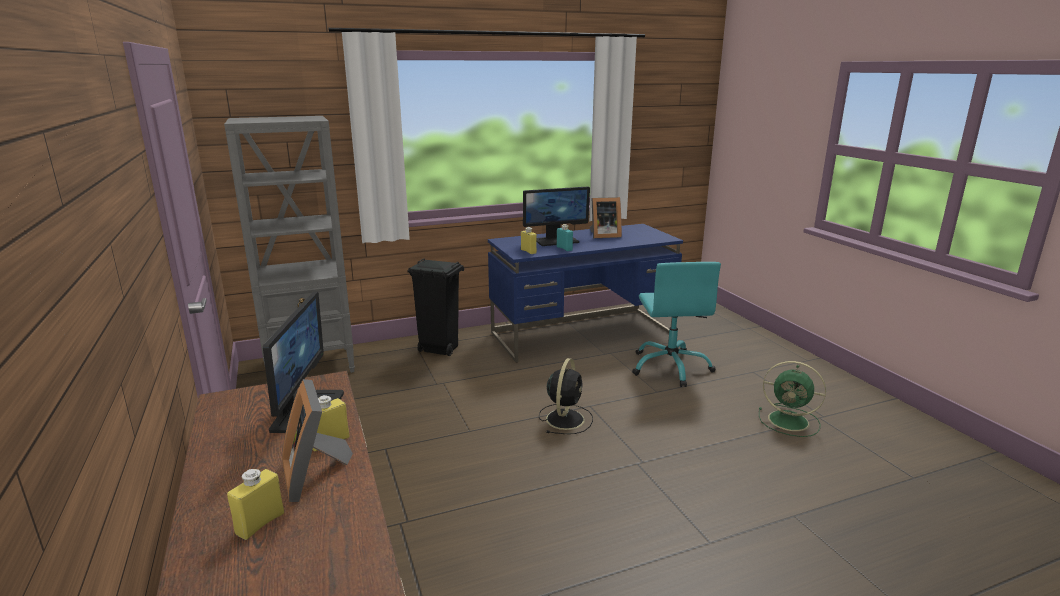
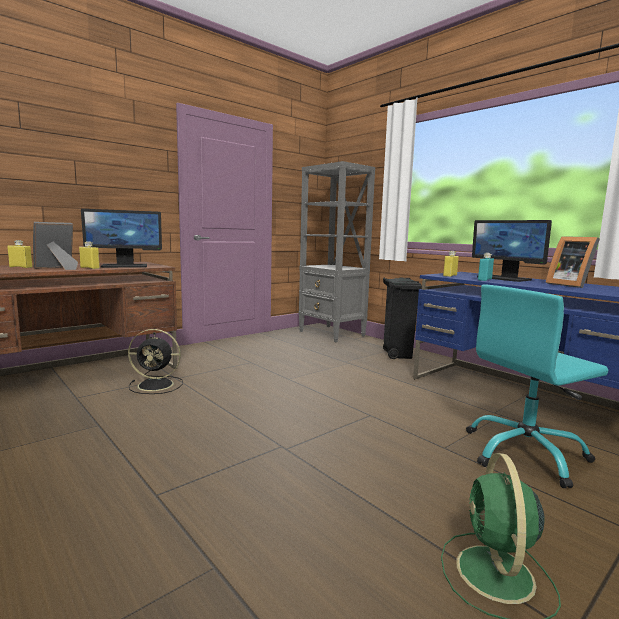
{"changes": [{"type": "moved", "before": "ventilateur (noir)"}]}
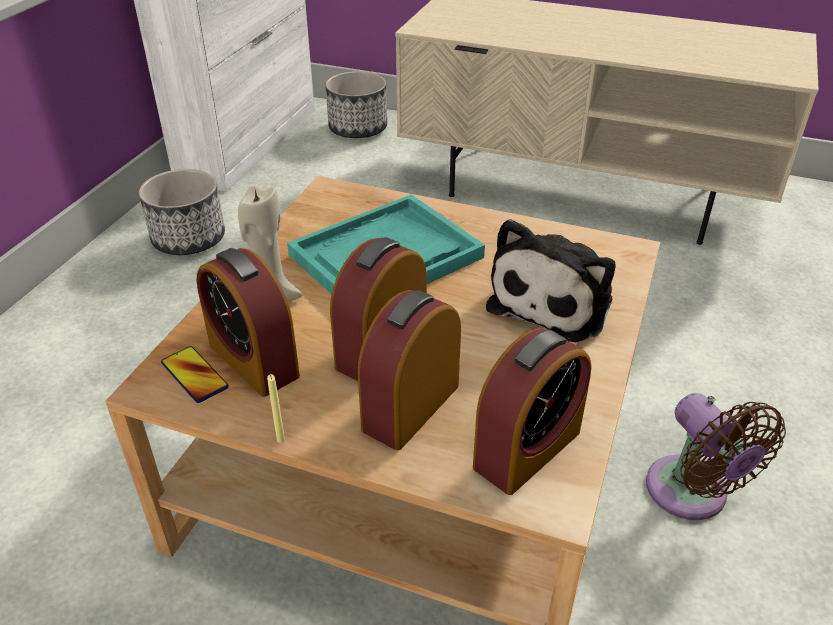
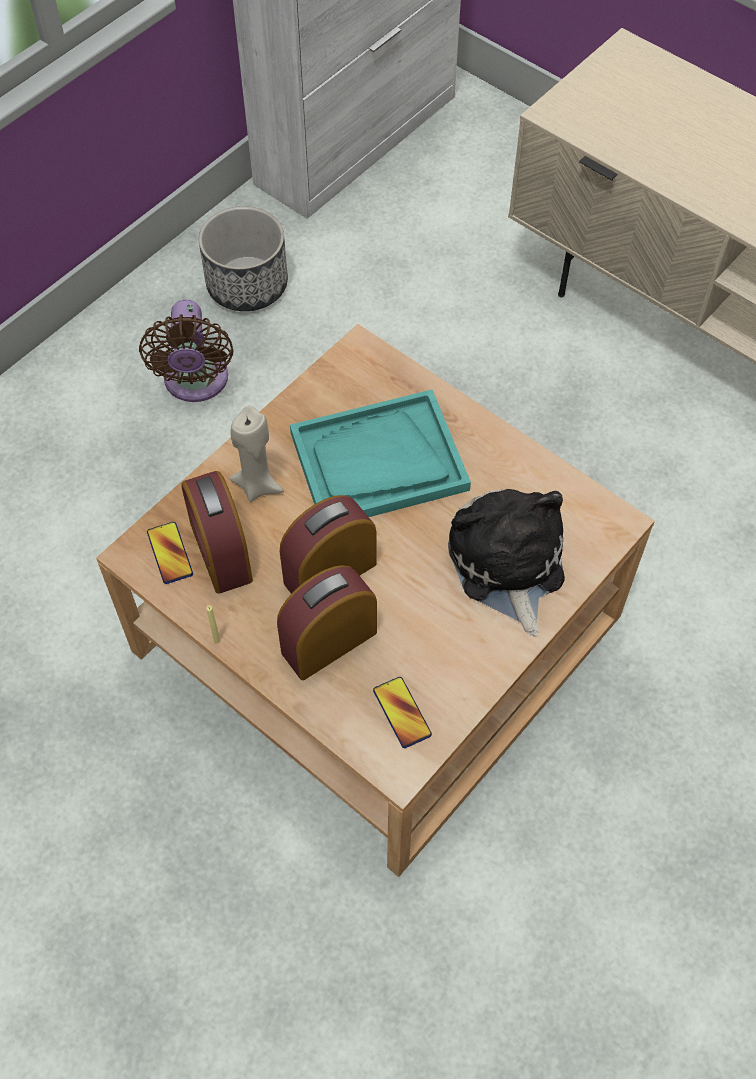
{"changes": [{"type": "removed", "before": "cache-pot (2nd from left)"}, {"type": "replaced", "before": "réveil (4th from left)", "after": "téléphone (2nd from left)"}, {"type": "turned", "before": "peluche", "turn": 120}, {"type": "moved", "before": "ventilateur (marron)"}]}
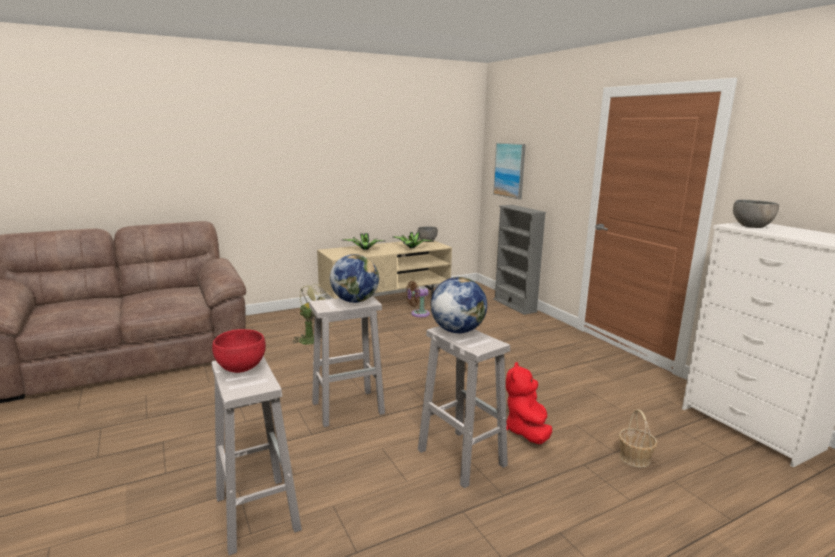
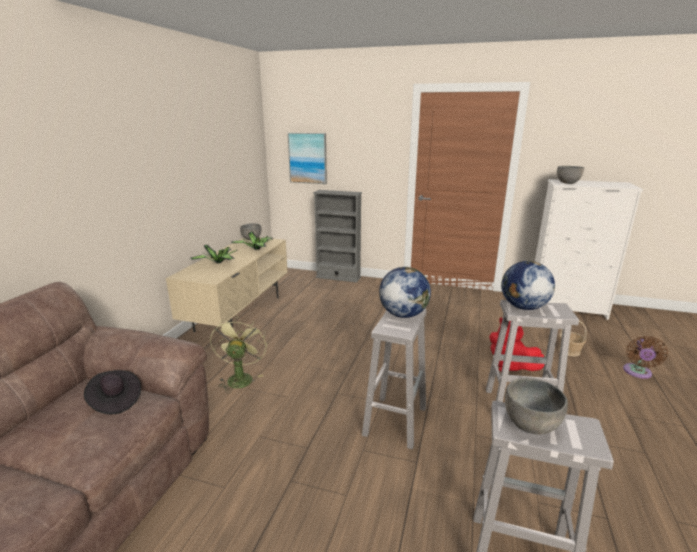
{"changes": [{"type": "recoloured", "before": "bol (rouge)", "after": "bol (gris) (2nd from left)"}, {"type": "moved", "before": "ventilateur (marron)"}, {"type": "added", "after": "chapeau (noir)"}]}
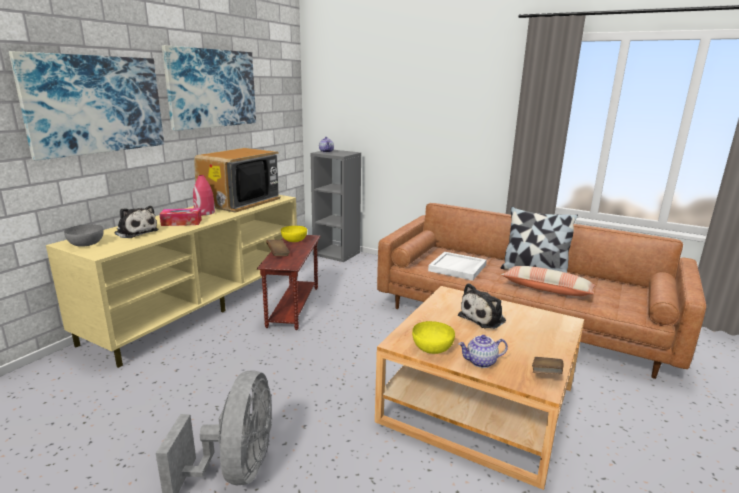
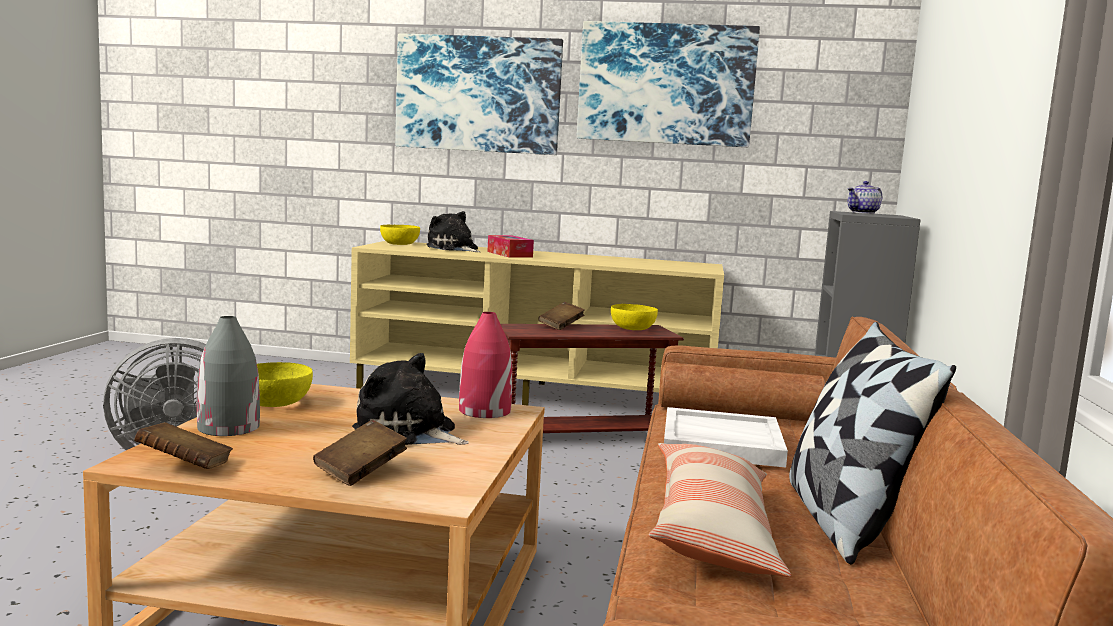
{"changes": [{"type": "recoloured", "before": "bol (gris)", "after": "bol (jaune) (2nd from left)"}, {"type": "turned", "before": "peluche (1st from left in the first image)", "turn": 120}, {"type": "moved", "before": "vase (rouge)"}, {"type": "removed", "before": "téléviseur"}, {"type": "replaced", "before": "théière (2nd from left)", "after": "vase (gris)"}, {"type": "added", "after": "livre (marron) (2nd from left)"}]}
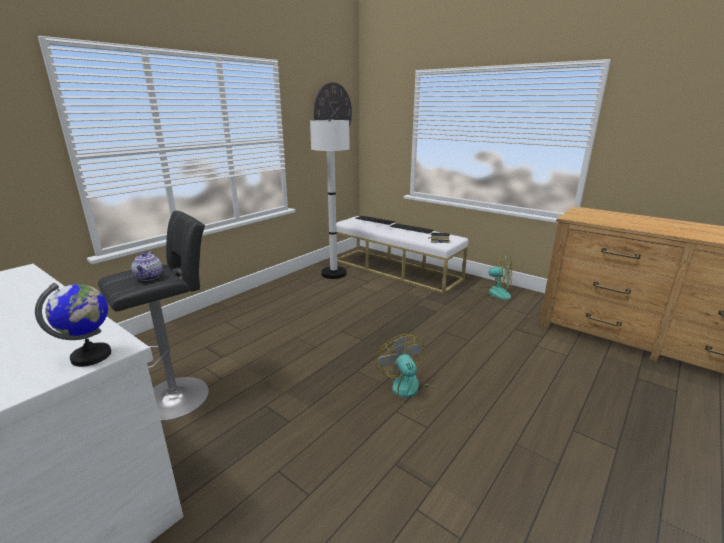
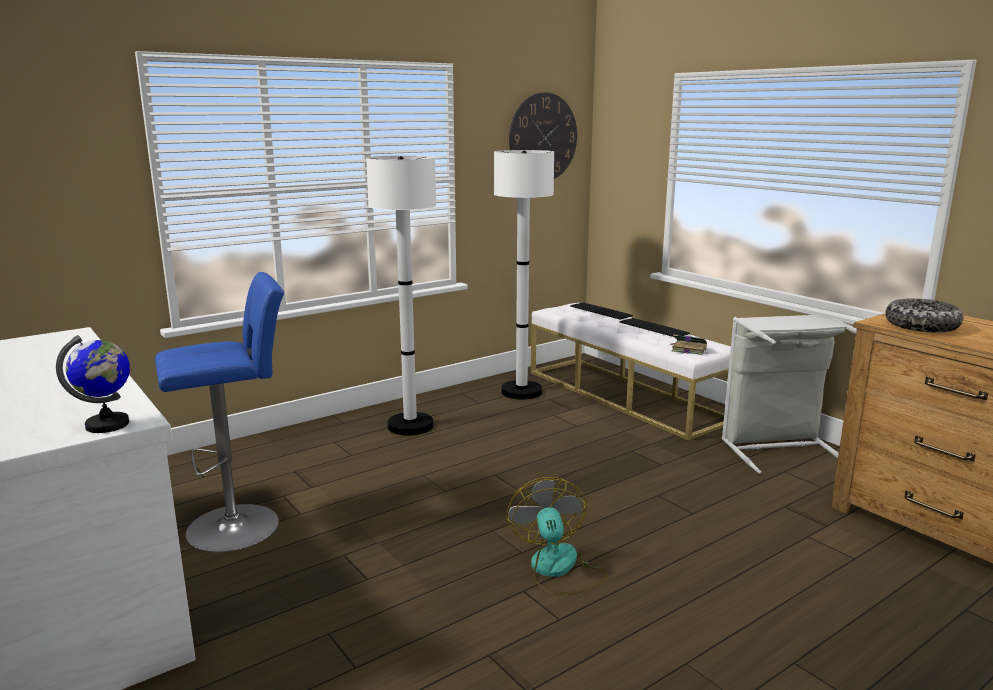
{"changes": [{"type": "recoloured", "before": "tabouret (noir)", "after": "tabouret (bleu)"}, {"type": "removed", "before": "théière"}, {"type": "replaced", "before": "ventilateur (2nd from left)", "after": "panier à linge (gris)"}, {"type": "added", "after": "lampadaire (blanc) (1st from left)"}, {"type": "added", "after": "bol"}]}
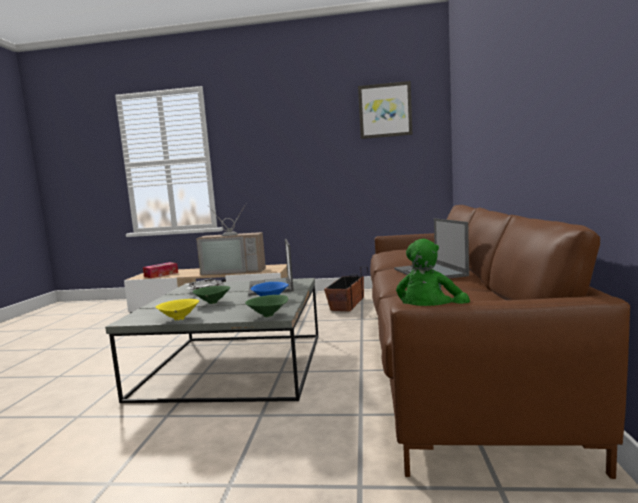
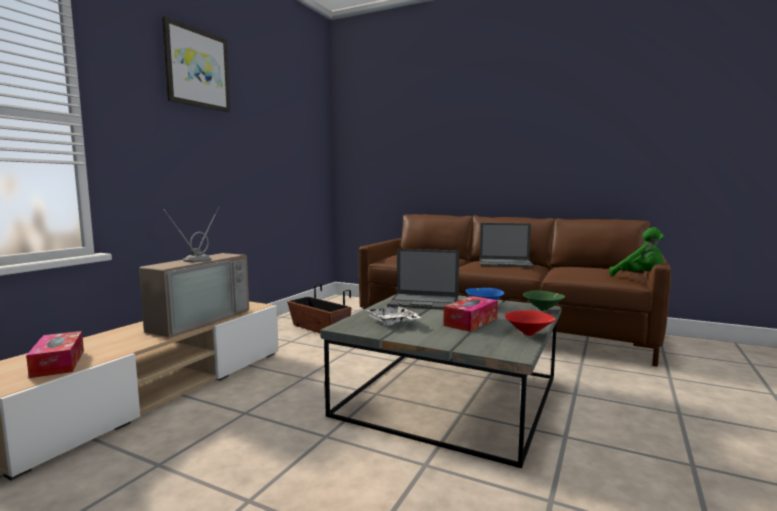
{"changes": [{"type": "recoloured", "before": "bol (jaune)", "after": "bol (rouge)"}, {"type": "replaced", "before": "bol (vert) (1st from left)", "after": "boîte à mouchoirs (2nd from left)"}, {"type": "moved", "before": "tableau"}]}
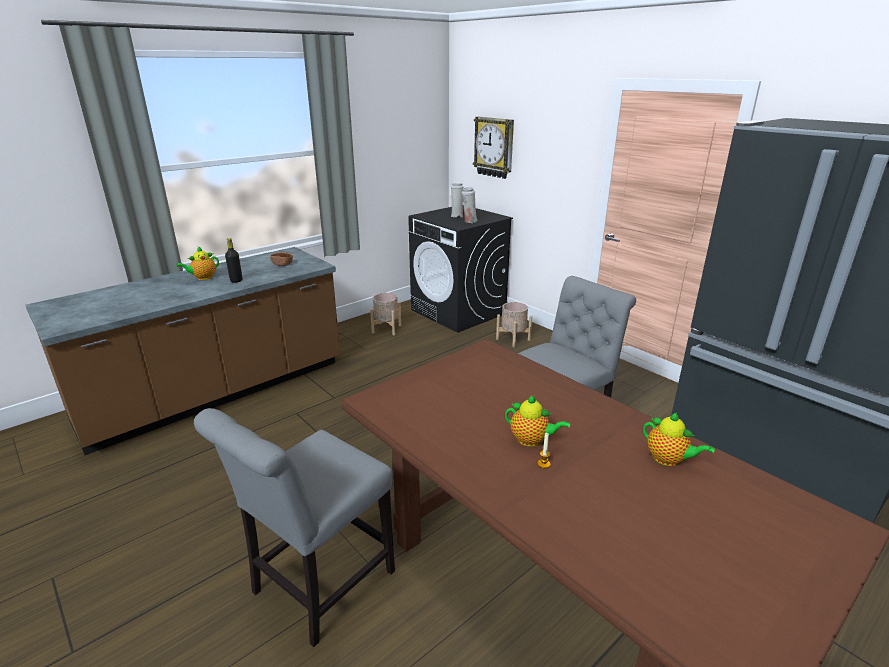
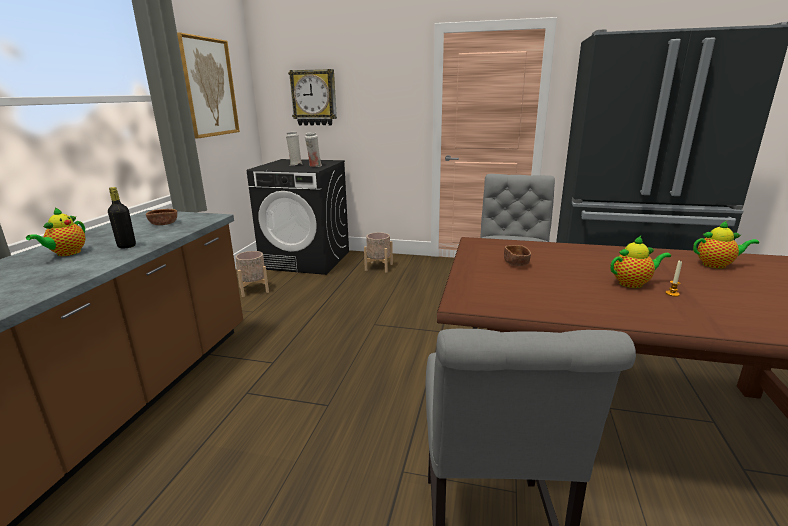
{"changes": [{"type": "added", "after": "tableau"}, {"type": "added", "after": "bol (marron) (2nd from left)"}]}
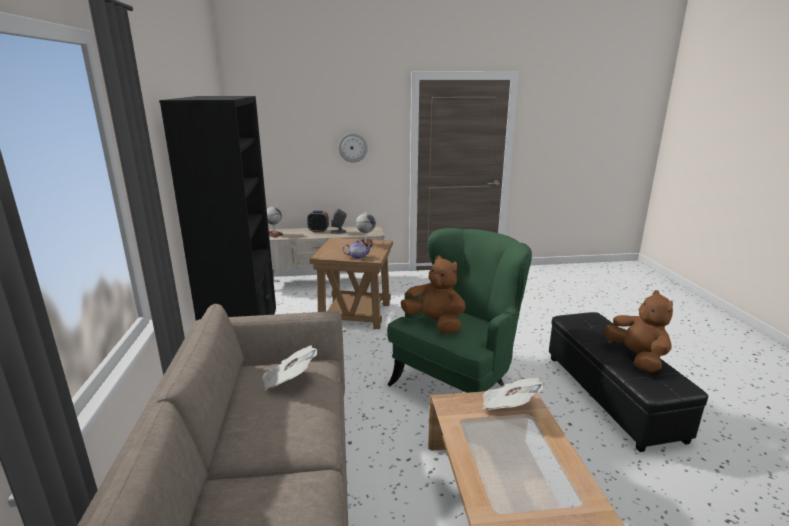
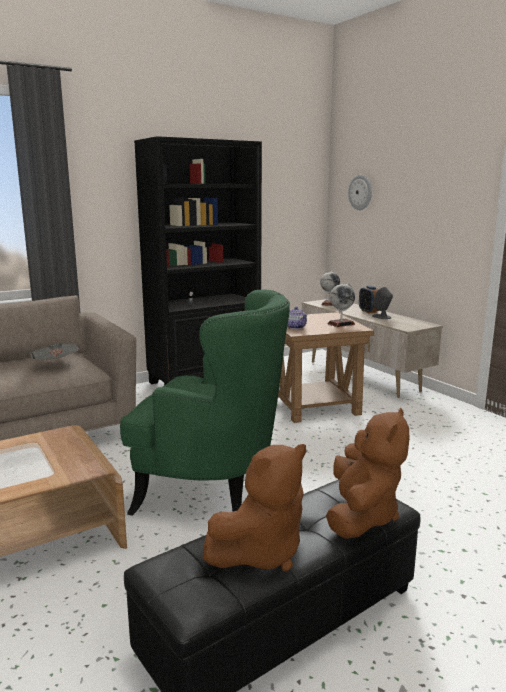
{"changes": [{"type": "moved", "before": "horloge murale"}, {"type": "moved", "before": "peluche (marron) (1st from left in the first image)", "after": "peluche (marron) (2nd from left)"}, {"type": "removed", "before": "journal (2nd from left)"}]}
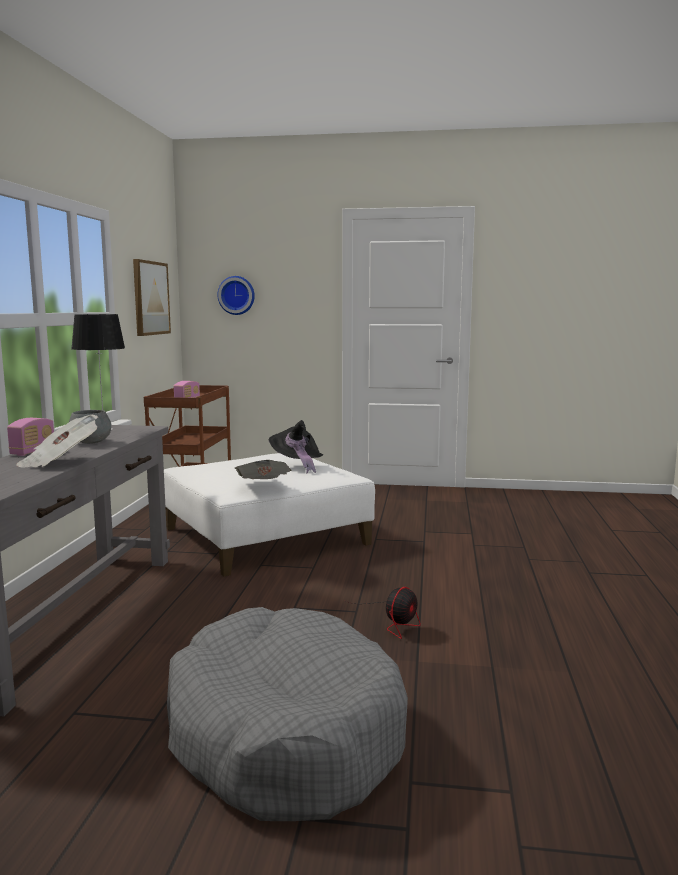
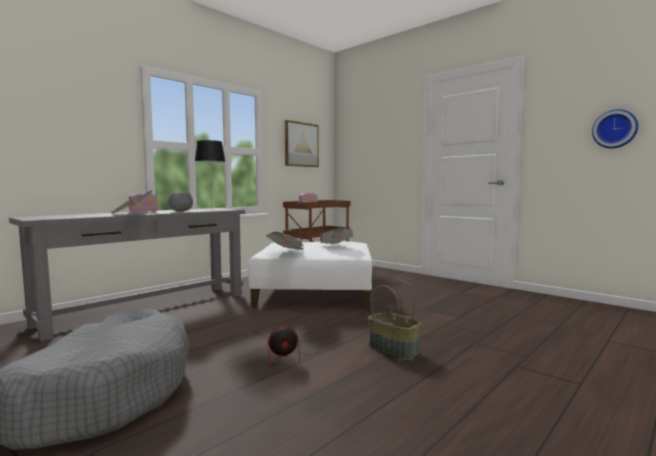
{"changes": [{"type": "moved", "before": "horloge murale"}, {"type": "replaced", "before": "chapeau (noir)", "after": "journal (3rd from left)"}, {"type": "added", "after": "panier"}]}
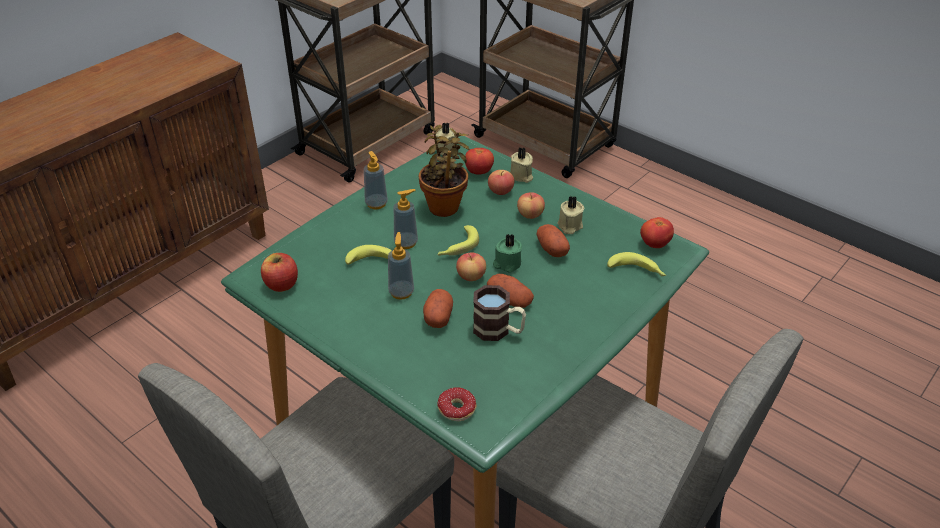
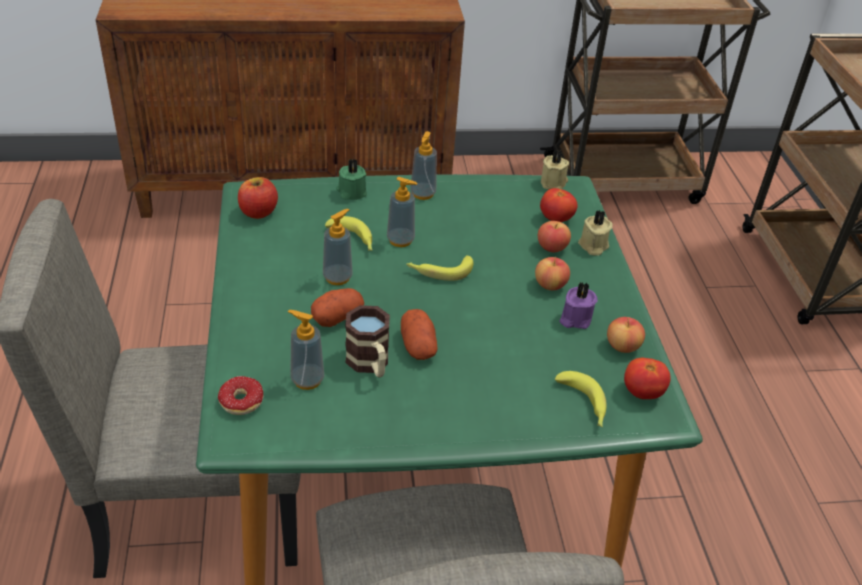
{"changes": [{"type": "removed", "before": "plante en pot"}, {"type": "moved", "before": "pomme (2nd from left in the first image)", "after": "pomme (4th from left)"}, {"type": "moved", "before": "bougie (vert)"}, {"type": "removed", "before": "pomme de terre (3rd from left)"}, {"type": "recoloured", "before": "bougie (beige) (3rd from left)", "after": "bougie (violet)"}, {"type": "added", "after": "distributeur de savon (1st from left)"}]}
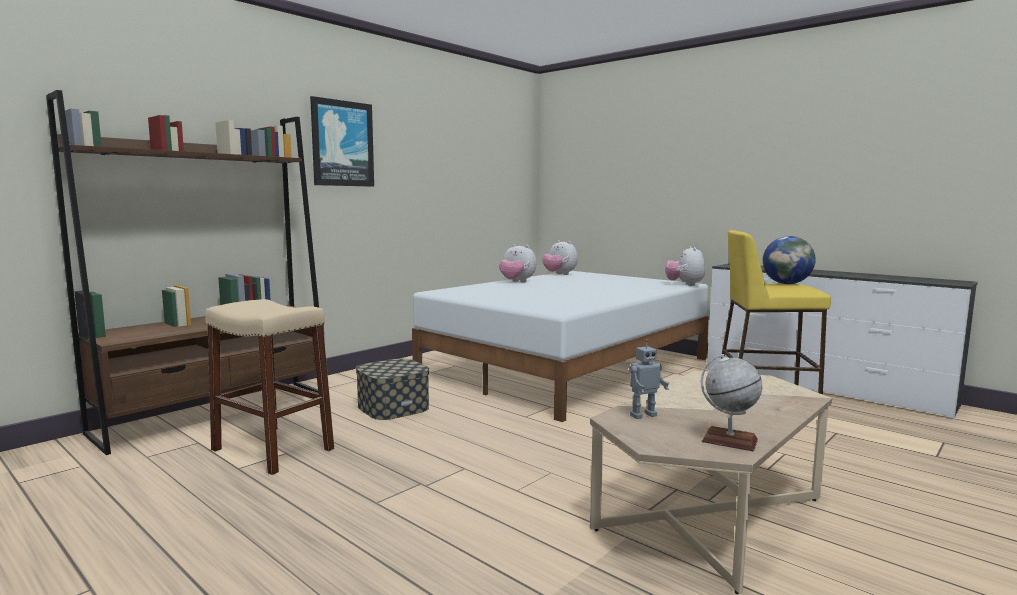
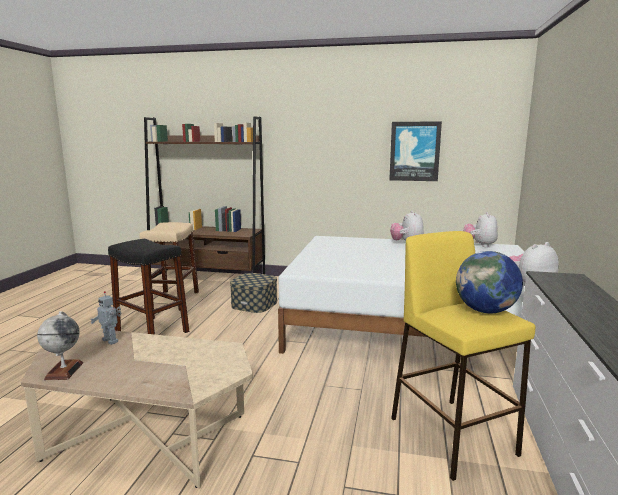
{"changes": [{"type": "moved", "before": "tableau"}, {"type": "added", "after": "tabouret (noir)"}]}
